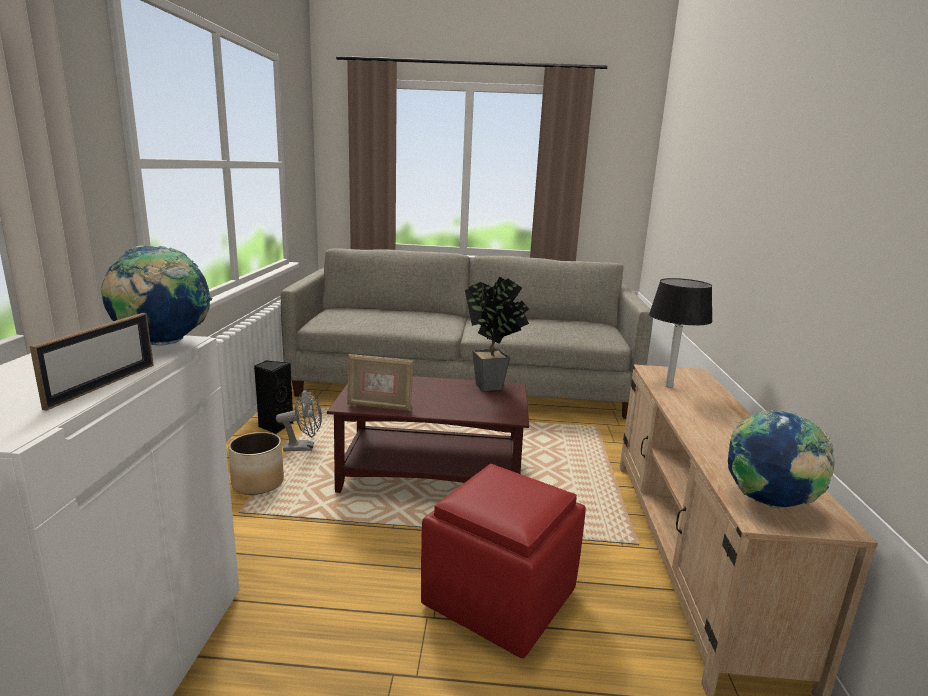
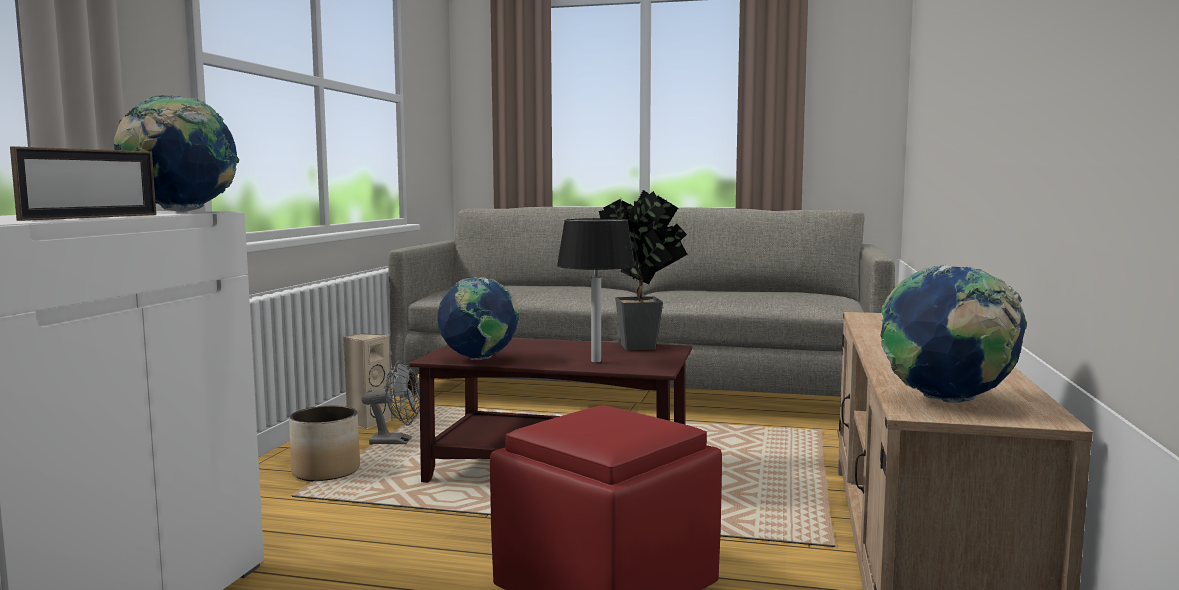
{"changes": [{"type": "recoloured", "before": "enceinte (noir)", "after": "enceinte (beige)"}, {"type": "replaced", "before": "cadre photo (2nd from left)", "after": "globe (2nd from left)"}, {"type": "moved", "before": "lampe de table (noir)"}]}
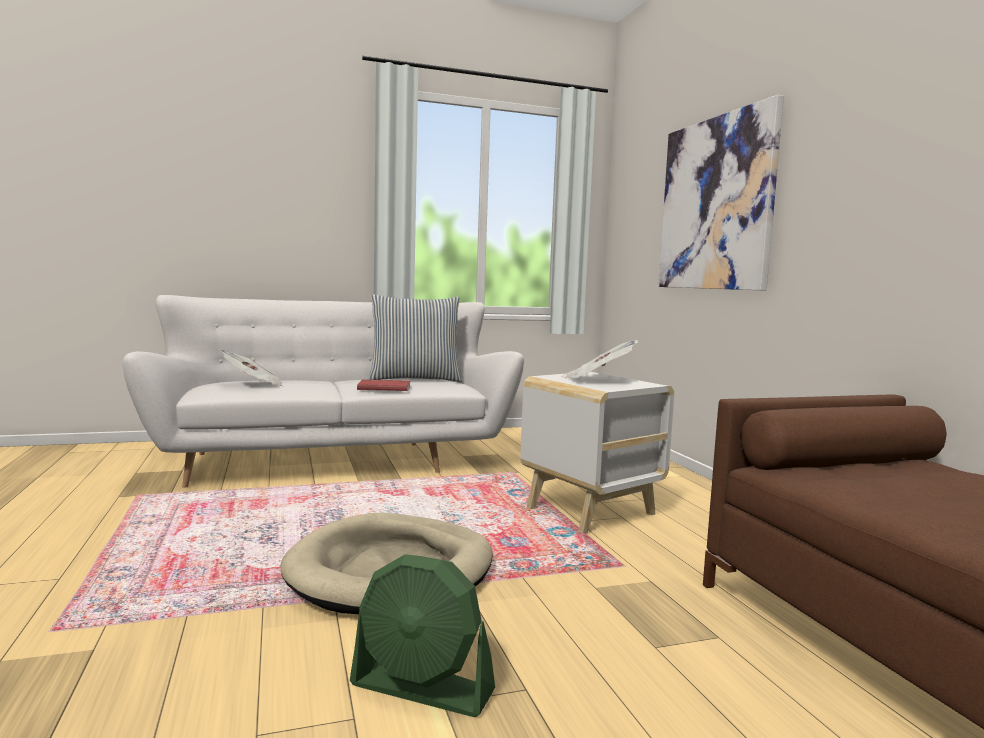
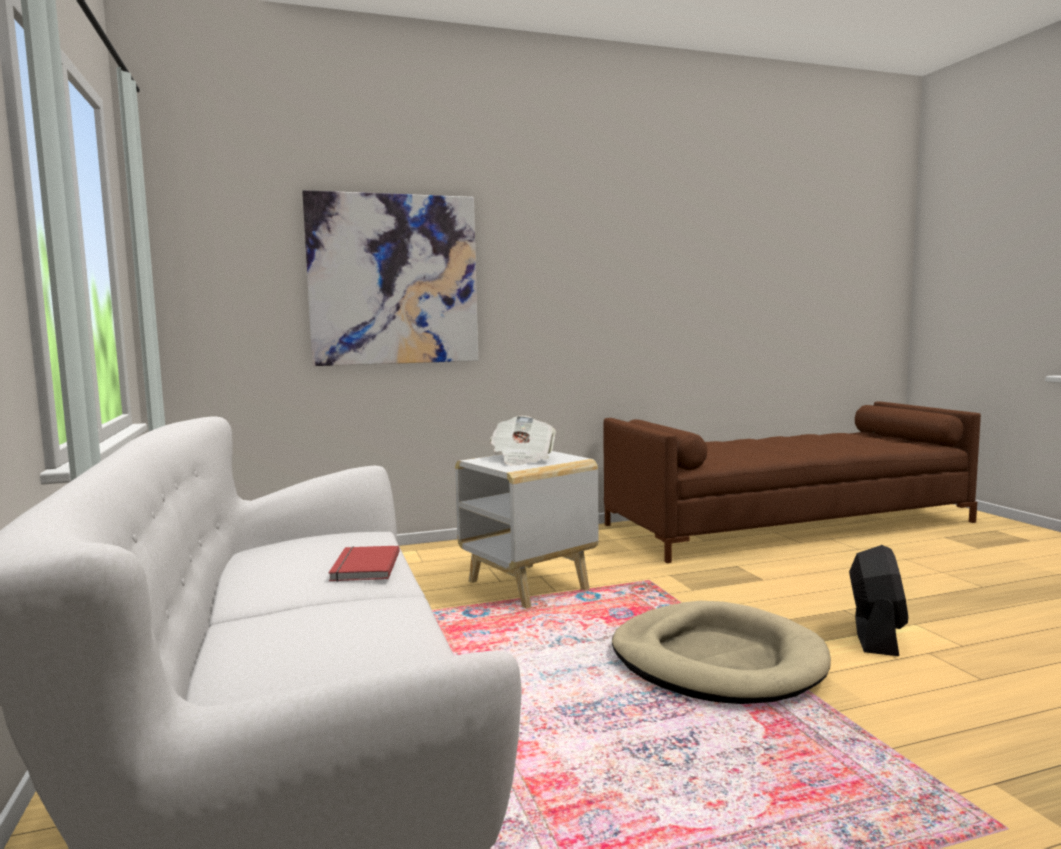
{"changes": [{"type": "removed", "before": "journal (1st from left)"}, {"type": "recoloured", "before": "ventilateur (vert)", "after": "ventilateur (noir)"}, {"type": "removed", "before": "coussin"}]}
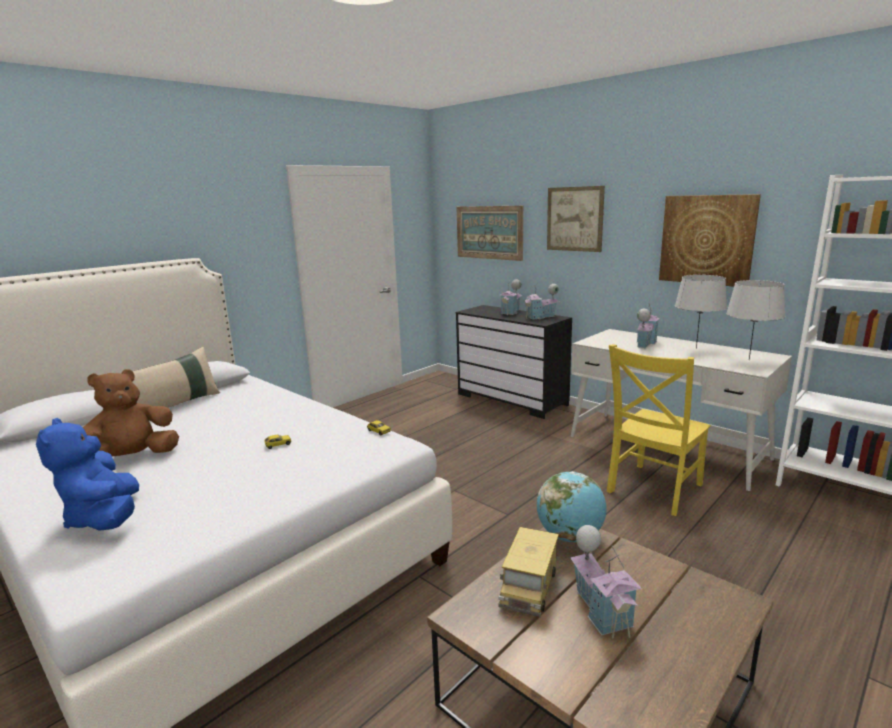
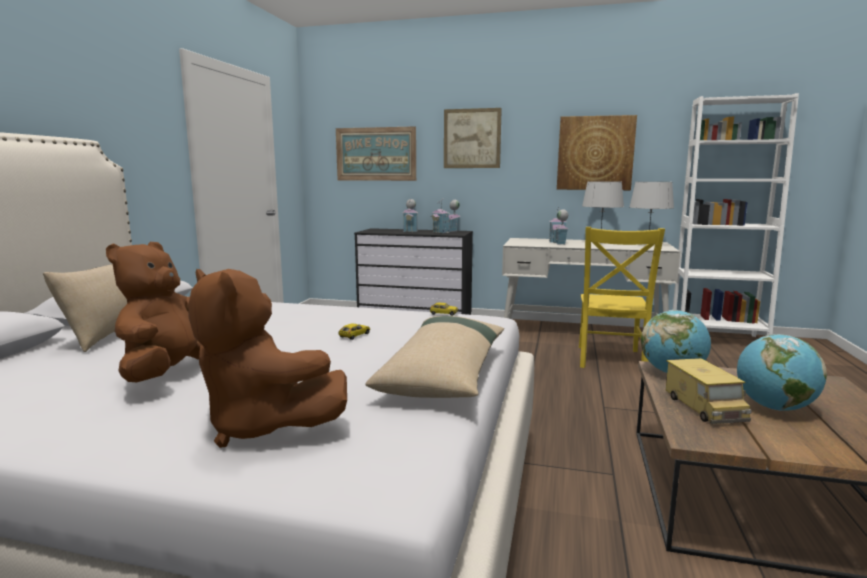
{"changes": [{"type": "recoloured", "before": "peluche (bleu)", "after": "peluche (marron) (2nd from left)"}, {"type": "replaced", "before": "maison miniature (3rd from left)", "after": "globe (2nd from left)"}, {"type": "added", "after": "coussin (beige) (2nd from left)"}]}
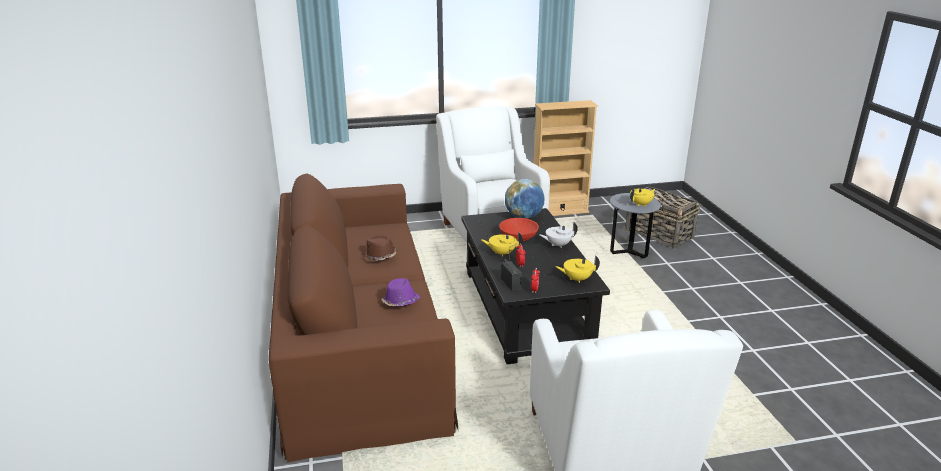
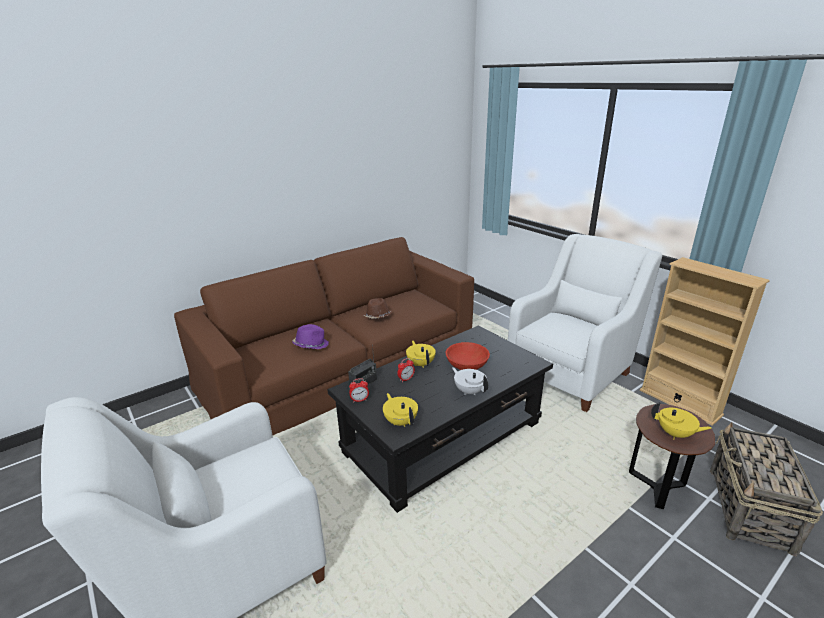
{"changes": [{"type": "removed", "before": "globe"}, {"type": "recoloured", "before": "table d'appoint (gris)", "after": "table d'appoint (marron)"}]}
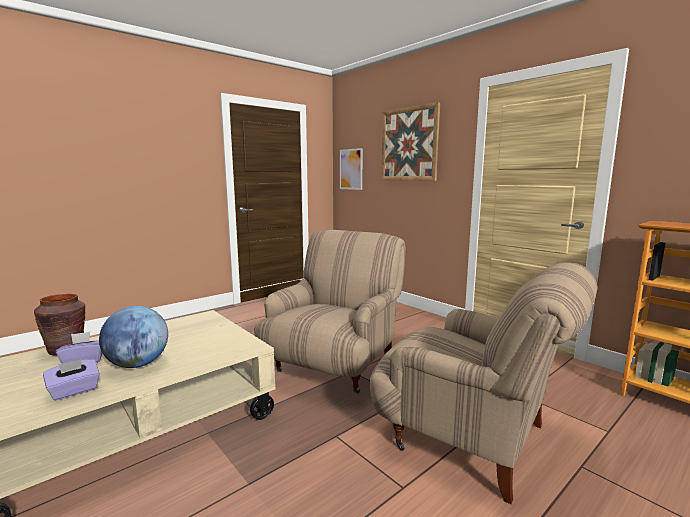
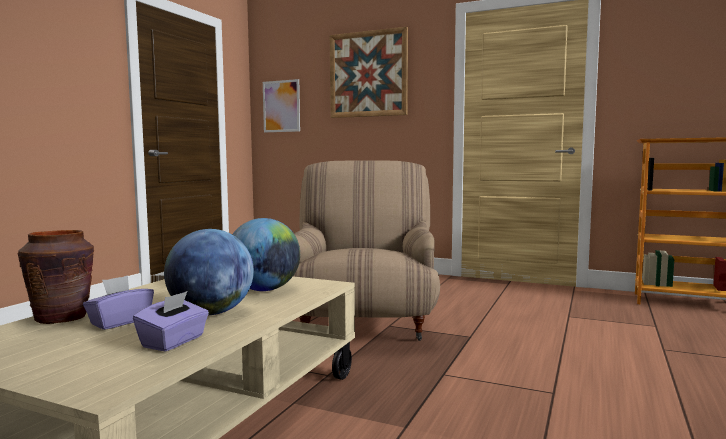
{"changes": [{"type": "removed", "before": "fauteuil (beige) (2nd from left)"}, {"type": "added", "after": "globe (2nd from left)"}]}
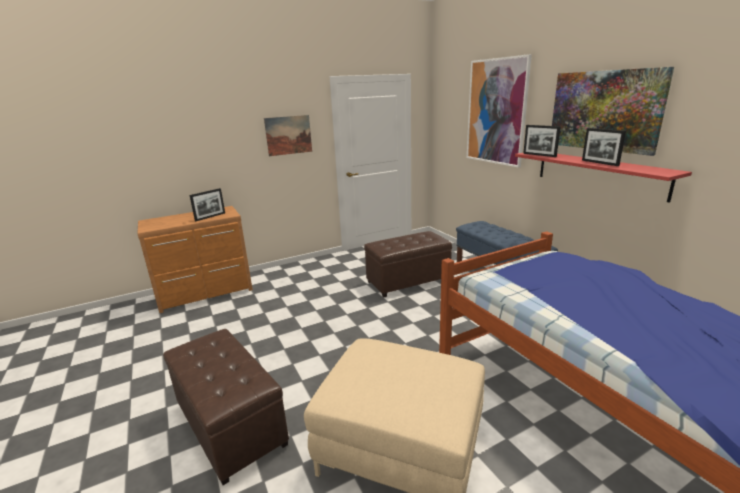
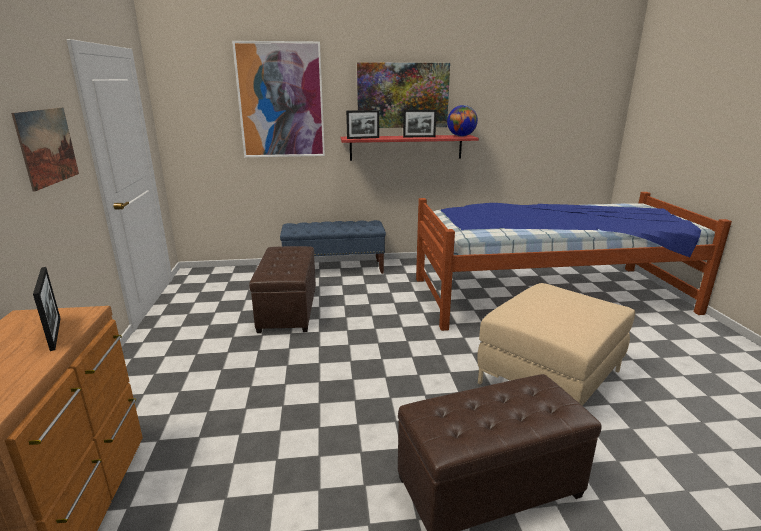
{"changes": [{"type": "added", "after": "globe"}]}
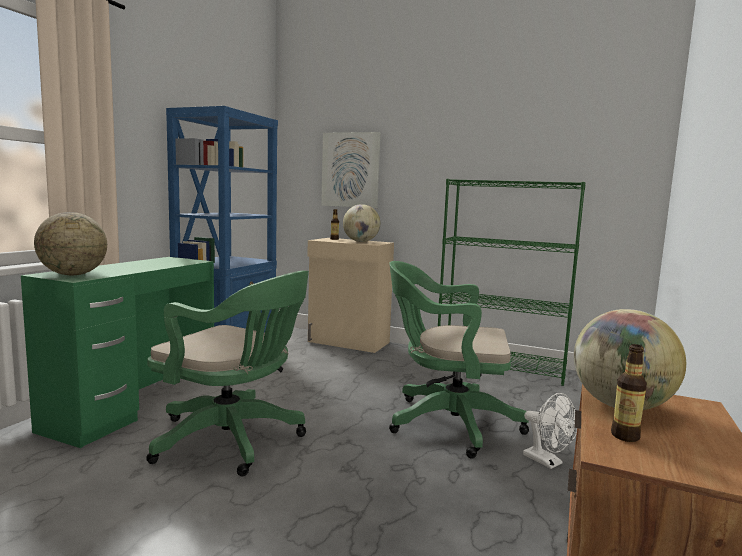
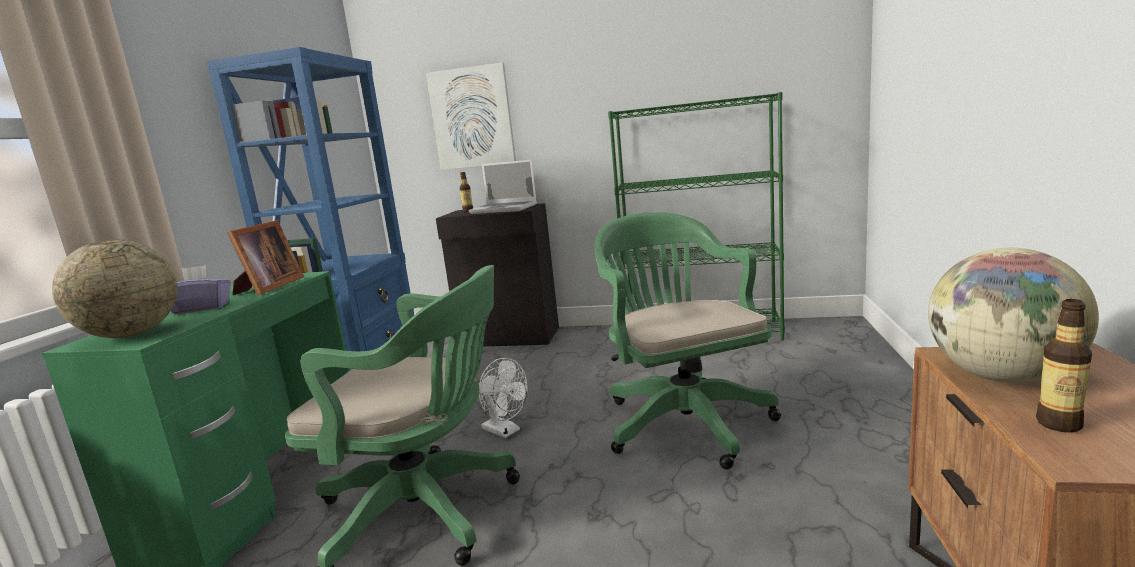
{"changes": [{"type": "recoloured", "before": "meuble de rangement (beige)", "after": "meuble de rangement (noir)"}, {"type": "replaced", "before": "globe (2nd from left)", "after": "ordinateur portable"}, {"type": "turned", "before": "chaise de bureau (vert) (2nd from left)", "turn": 75}, {"type": "moved", "before": "ventilateur (blanc)"}, {"type": "added", "after": "boîte à mouchoirs (violet)"}, {"type": "added", "after": "cadre photo"}]}
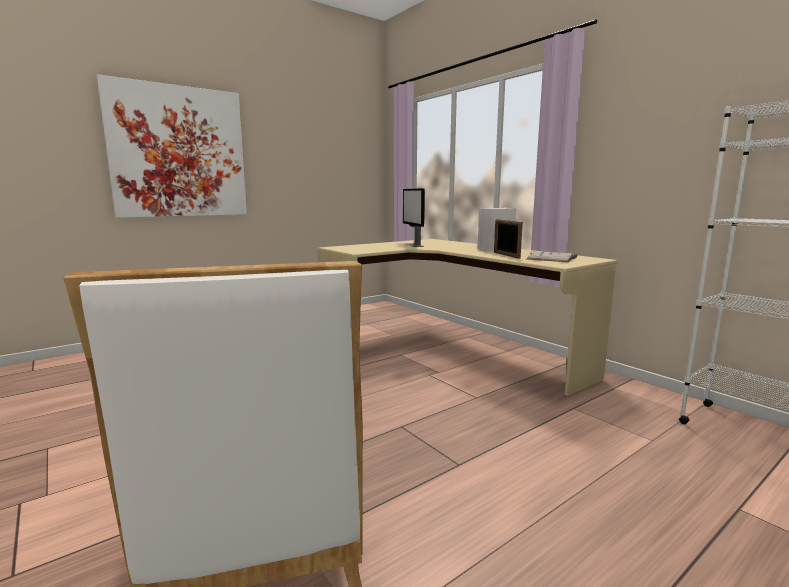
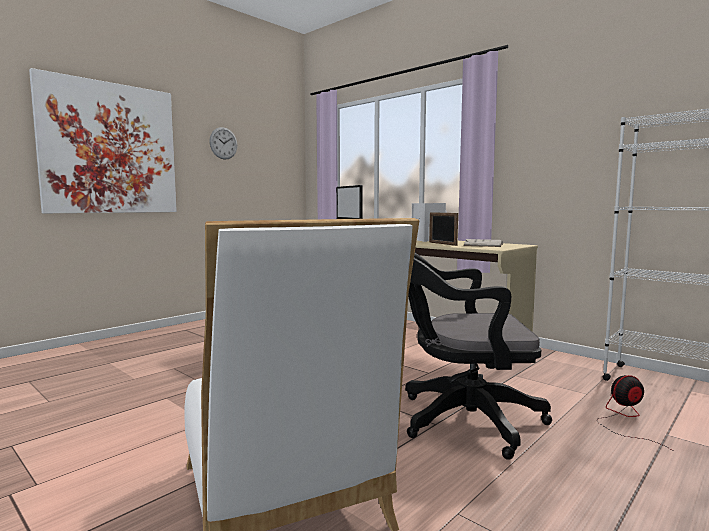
{"changes": [{"type": "added", "after": "horloge murale"}, {"type": "added", "after": "chaise de bureau (noir)"}, {"type": "added", "after": "ventilateur"}]}
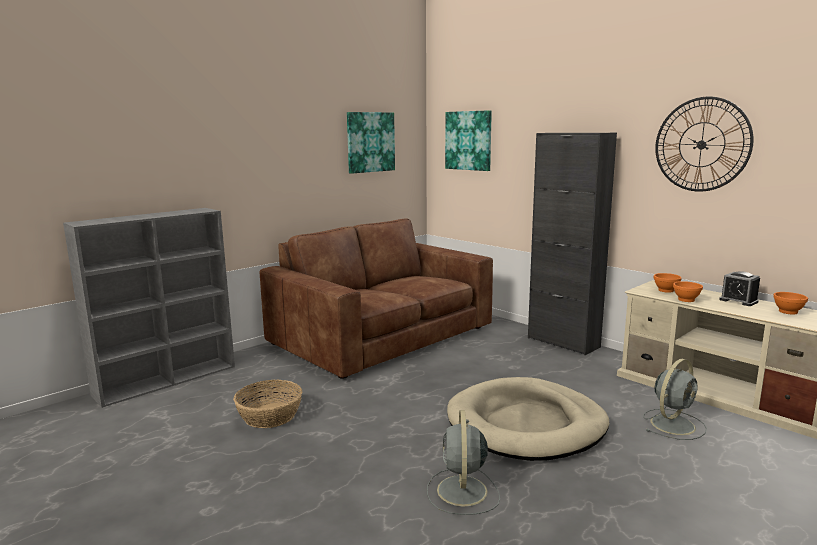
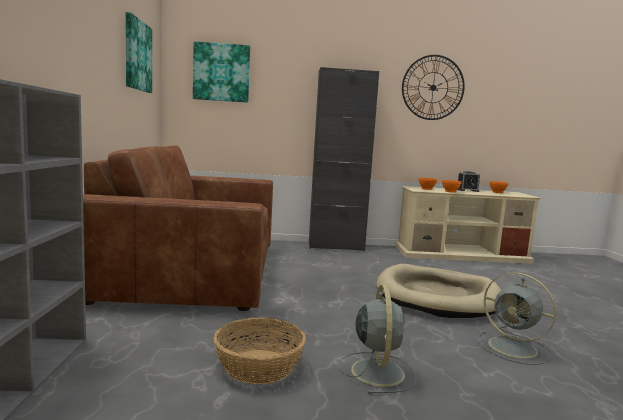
{"changes": [{"type": "moved", "before": "ventilateur (gris) (2nd from left in the first image)", "after": "ventilateur (gris) (1st from left)"}]}
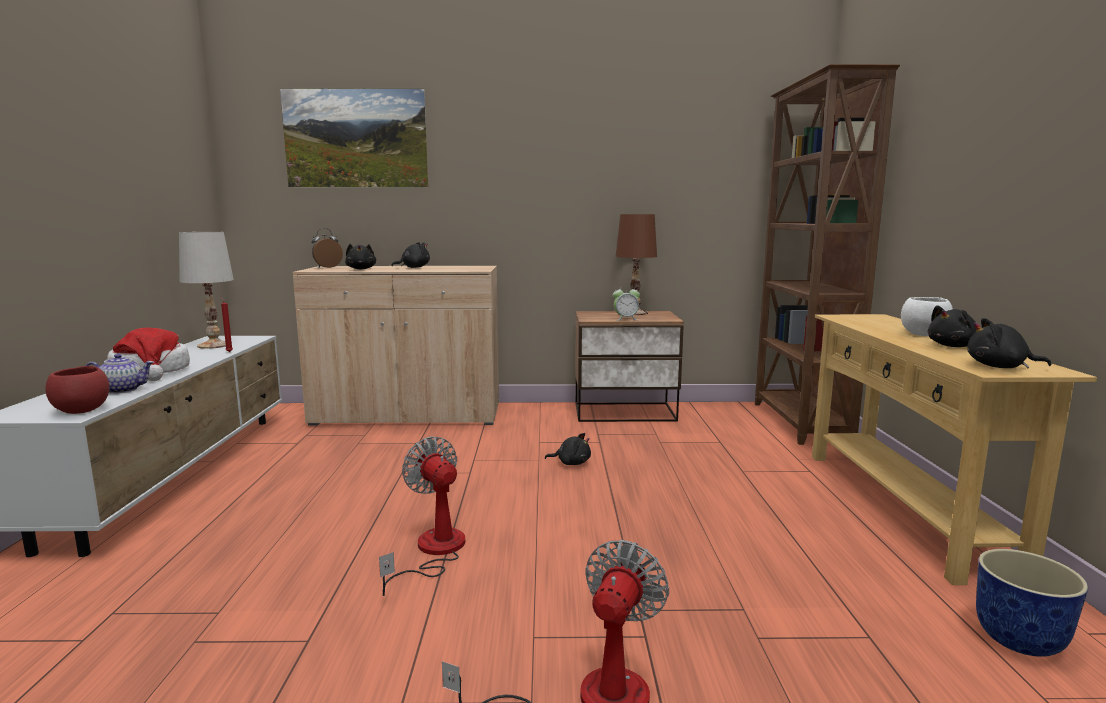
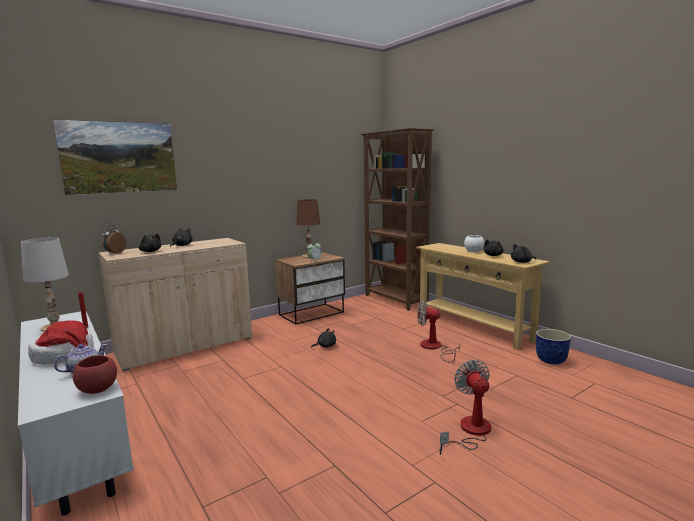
{"changes": [{"type": "moved", "before": "ventilateur (1st from left)"}]}
